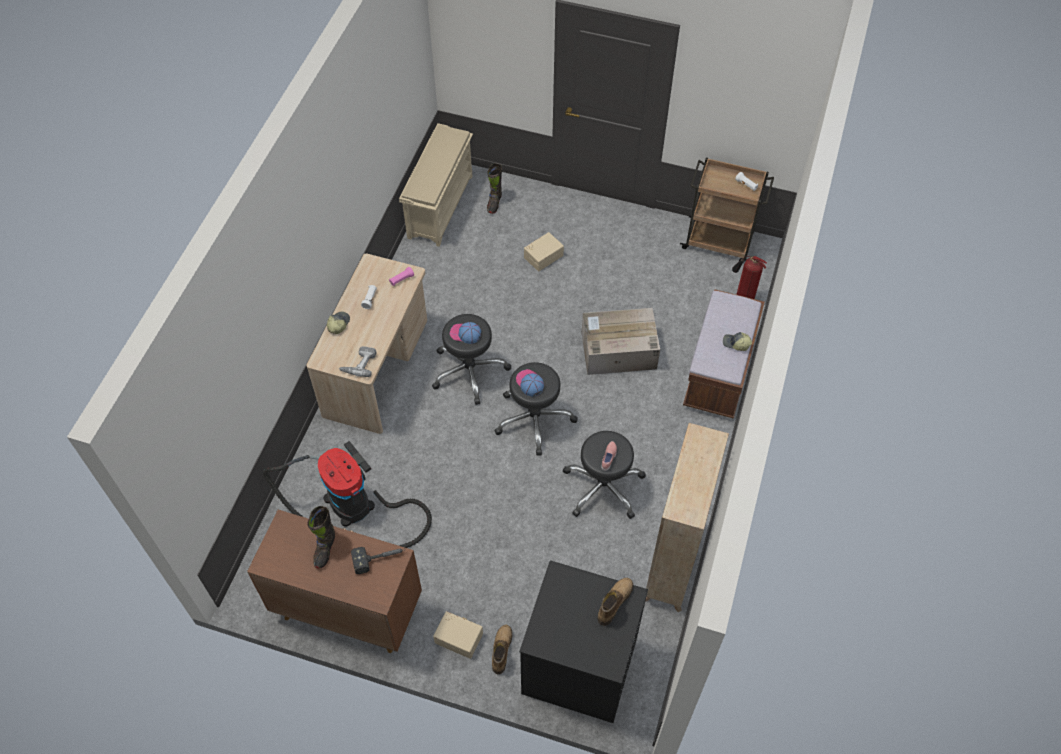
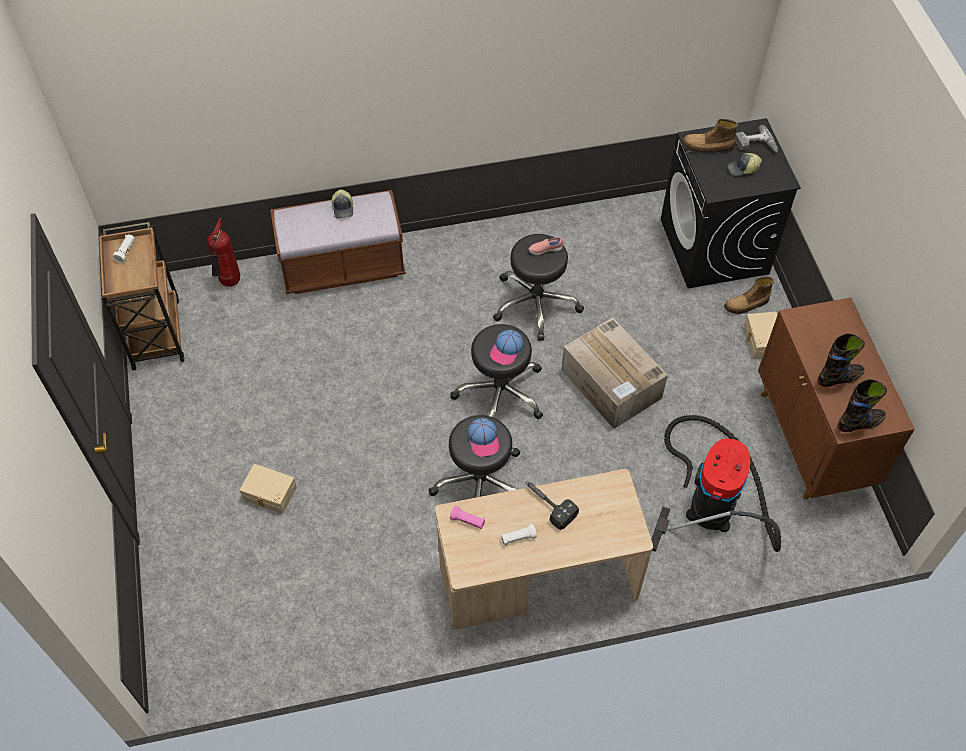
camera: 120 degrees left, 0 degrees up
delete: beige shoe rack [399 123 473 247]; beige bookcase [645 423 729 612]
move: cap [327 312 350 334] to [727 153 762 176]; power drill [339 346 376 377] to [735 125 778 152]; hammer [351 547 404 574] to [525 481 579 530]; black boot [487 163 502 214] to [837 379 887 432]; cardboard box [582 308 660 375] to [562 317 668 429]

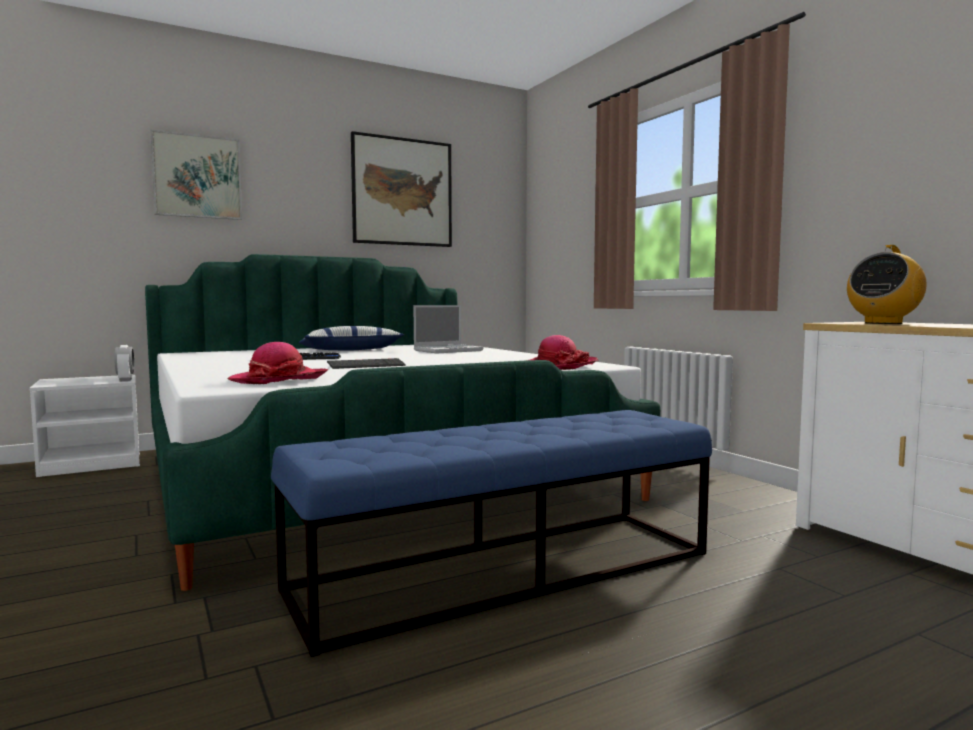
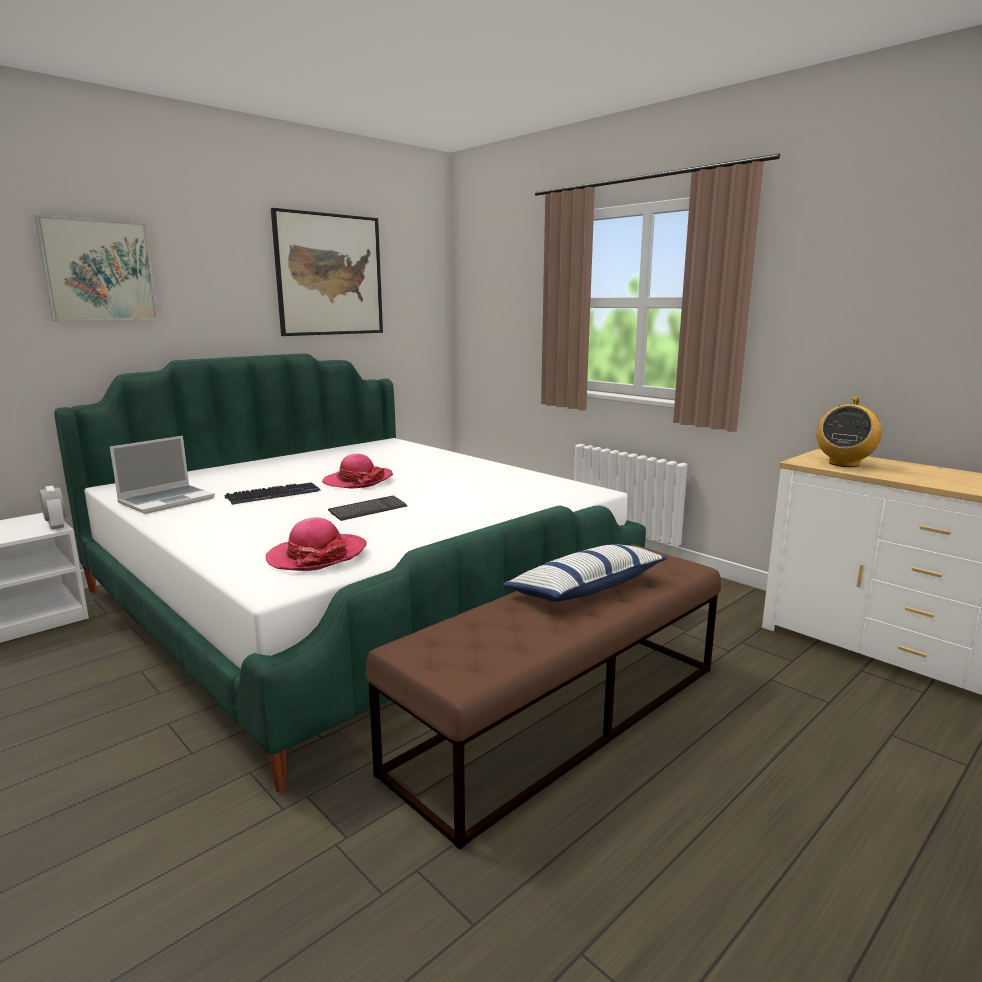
camera: 15 degrees left, 10 degrees up
move: pillow [299 326 404 351] to [502 544 668 602]; laptop [414 305 484 354] to [110 436 215 514]; hat [530 335 599 370] to [322 454 393 489]
recolor: blue bench [271 410 712 657] to brown bench [366 544 721 850]

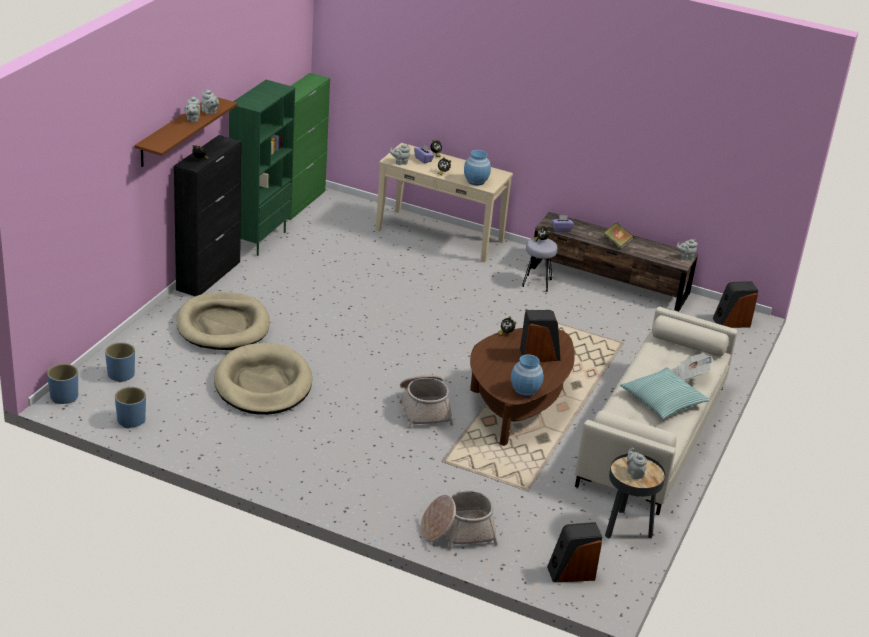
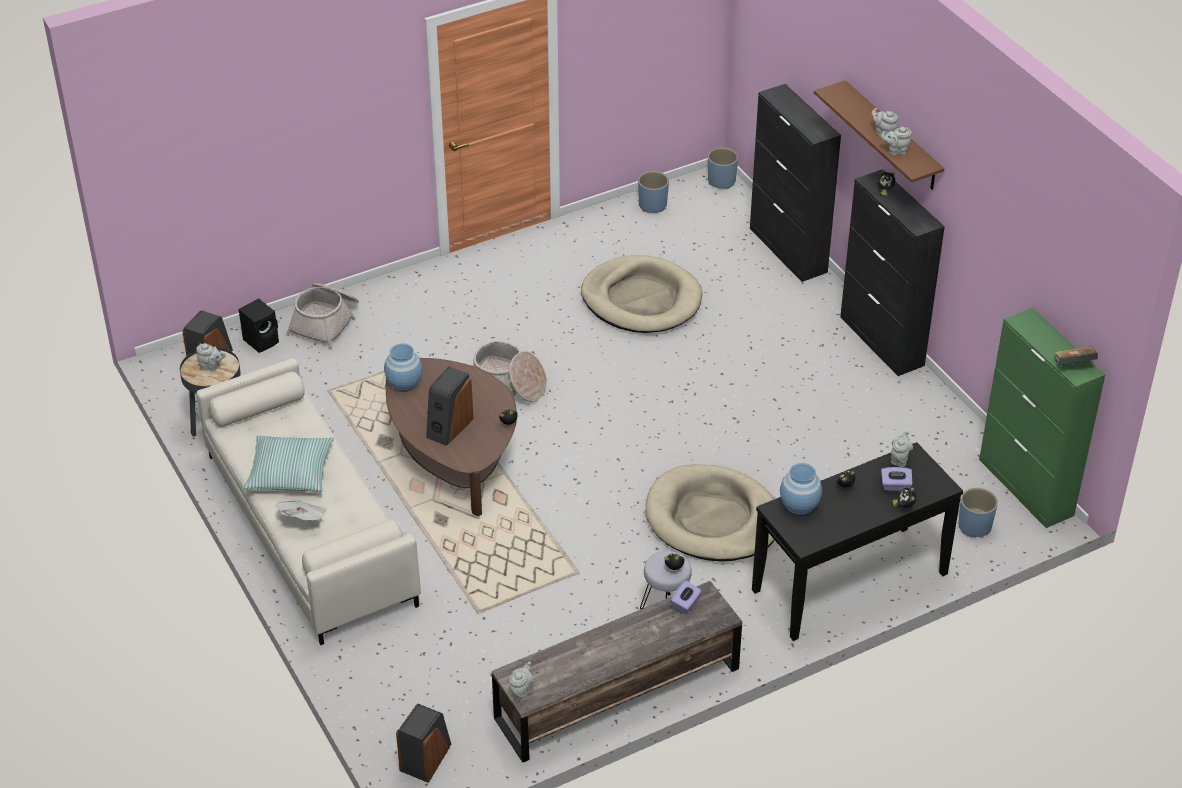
camera: 130 degrees right, 10 degrees up
delete: green bookcase [229 80 295 256]
insert: black speaker [239 298 279 353]; black cabinet [750 84 841 282]
move: blue planter [105 342 135 382] to [958 488 998 537]; beige dog bed [176 292 270 350] to [645 464 775 562]; book [604 222 634 250] to [1054 346 1098 365]
recolor: beige console table [376 143 513 262] to black console table [752 442 963 641]

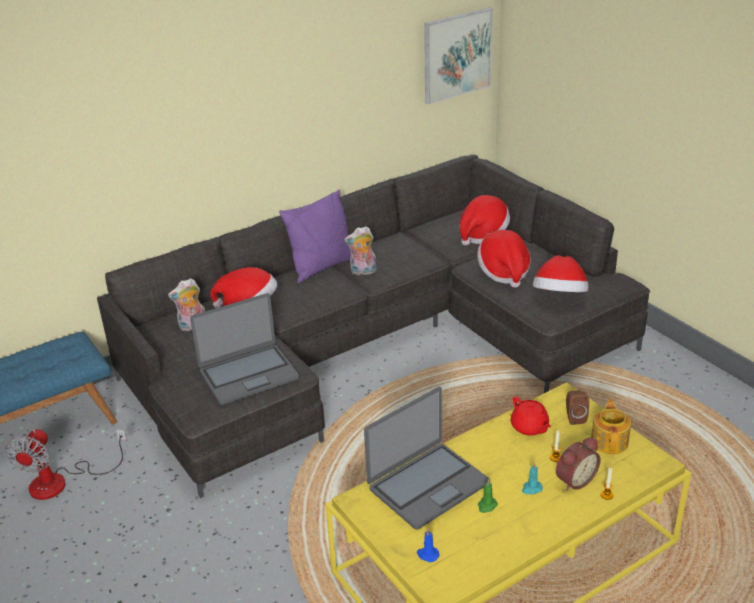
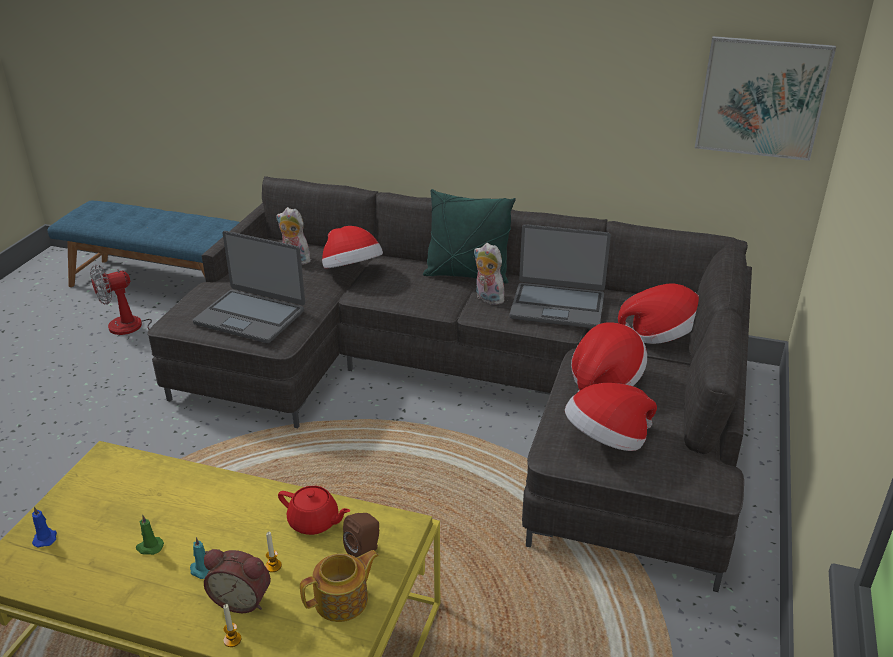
camera: 50 degrees right, 0 degrees up
move: laptop [364 387 490 530] to [509 224 611 328]
recolor: purple pillow [279 190 351 283] to green pillow [423 189 516 284]
rotate: red teapot [511 396 551 436] = [278 486 350 535] 90 degrees counterclockwise

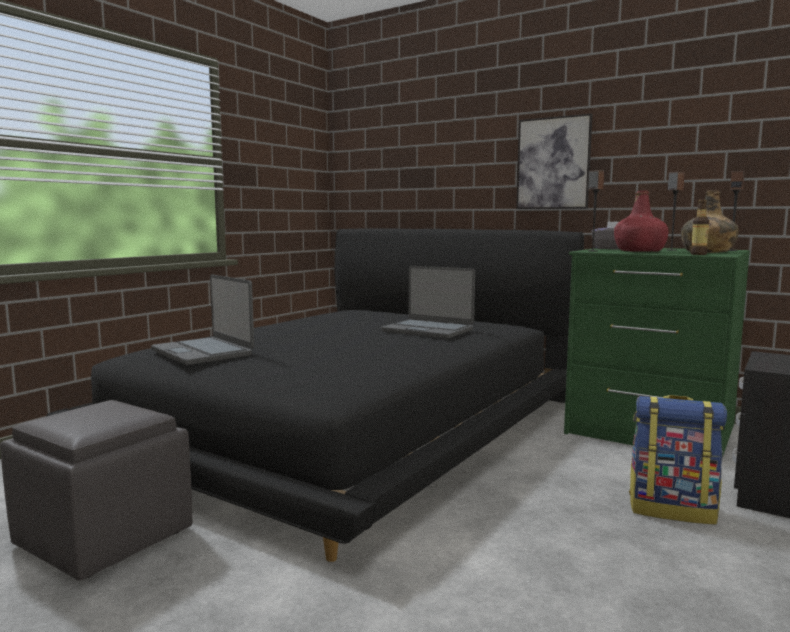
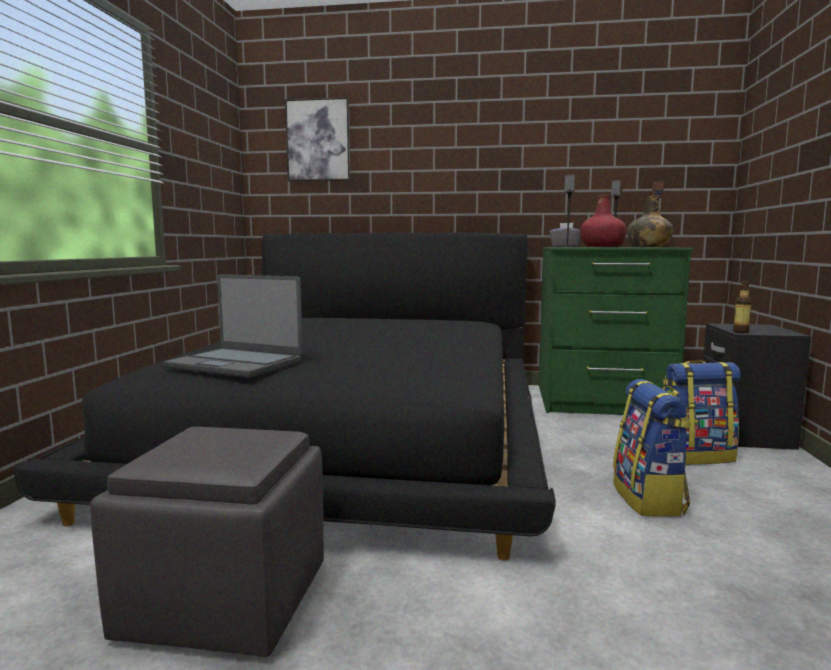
camera: 25 degrees left, 0 degrees up
delete: laptop [381 266 475 339]
insert: backpack [613 379 691 517]
move: picture [516 114 592 209] to [285 97 350 181]; bottle [690 200 709 255] to [733 281 752 333]

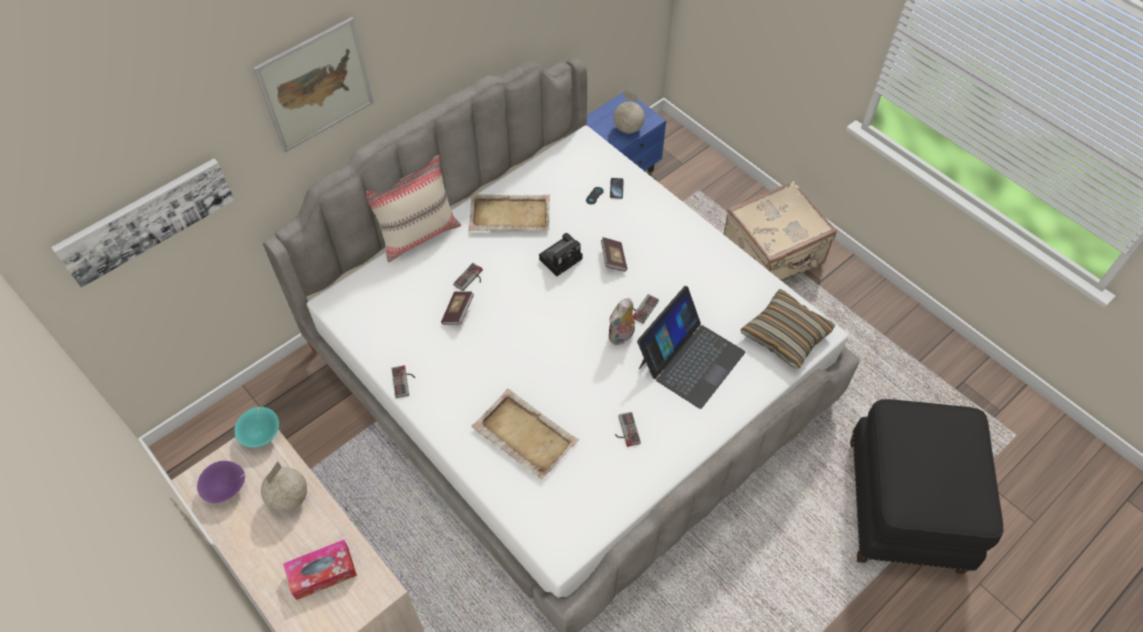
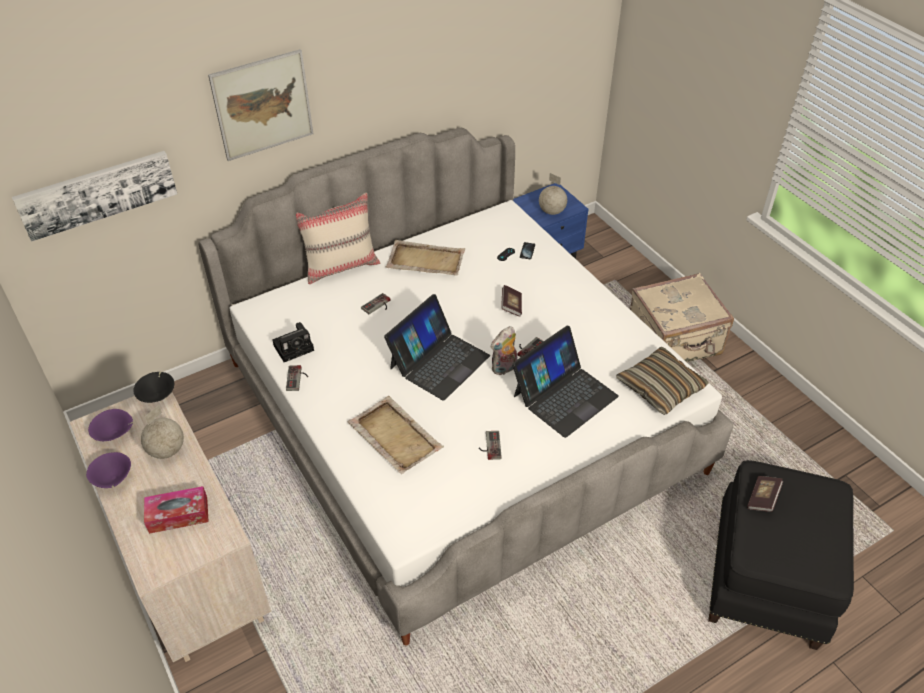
camera: 10 degrees right, 10 degrees down
insert: purple bowl [86 452 131 488]; laptop [384 294 490 401]
move: book [441 291 474 325] to [747 476 783 512]; photo camera [539 233 582 276] to [273 322 314 362]
recolor: turquoise bowl [234 407 279 447] to black bowl [133 372 174 403]

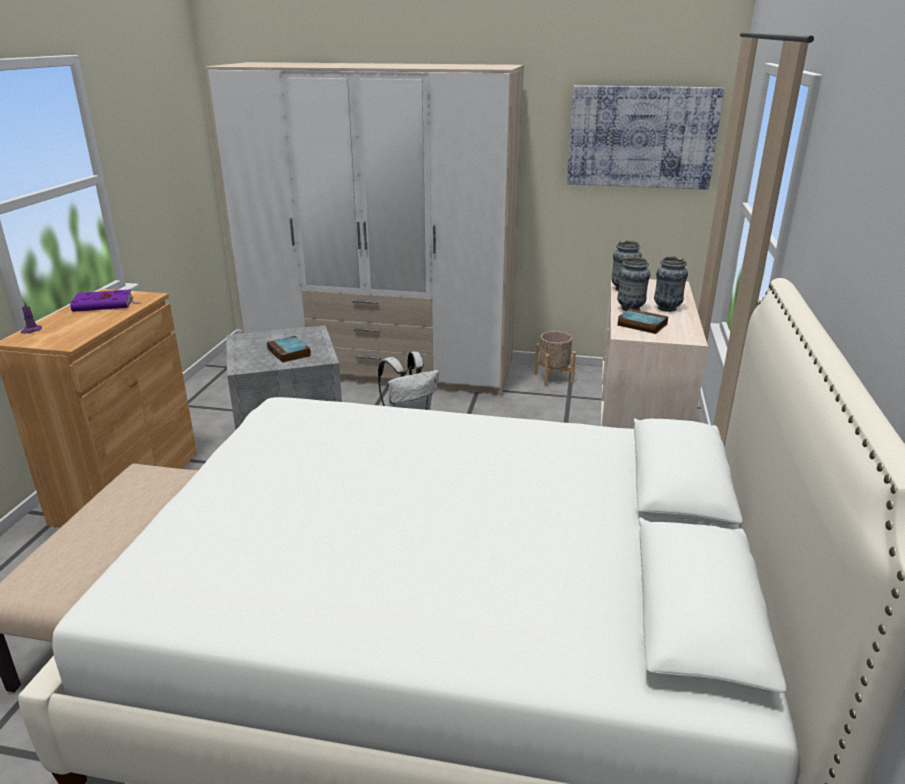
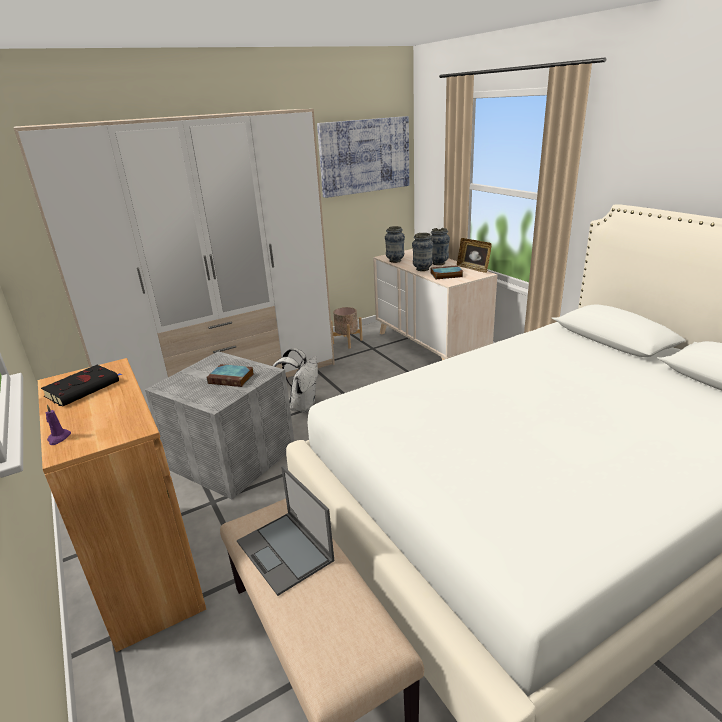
camera: 40 degrees left, 0 degrees up
insert: laptop [237 466 334 596]; picture frame [457 238 492 273]
recolor: purple book [70 289 140 312] to black book [41 365 122 407]

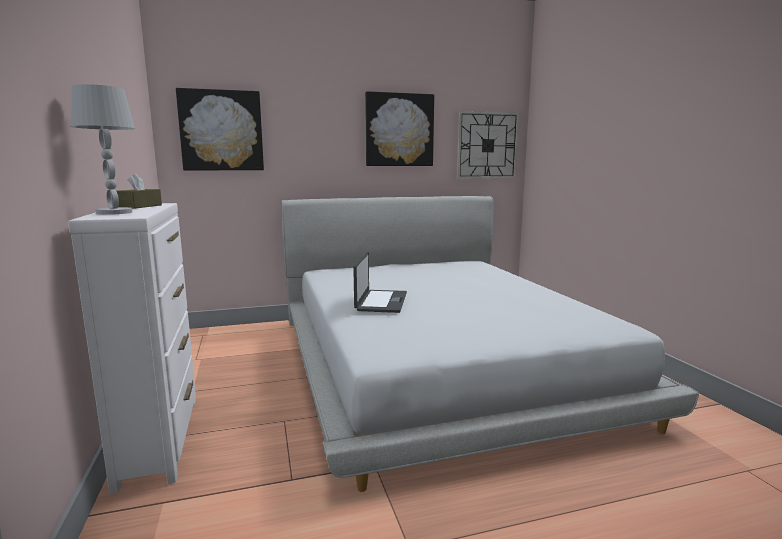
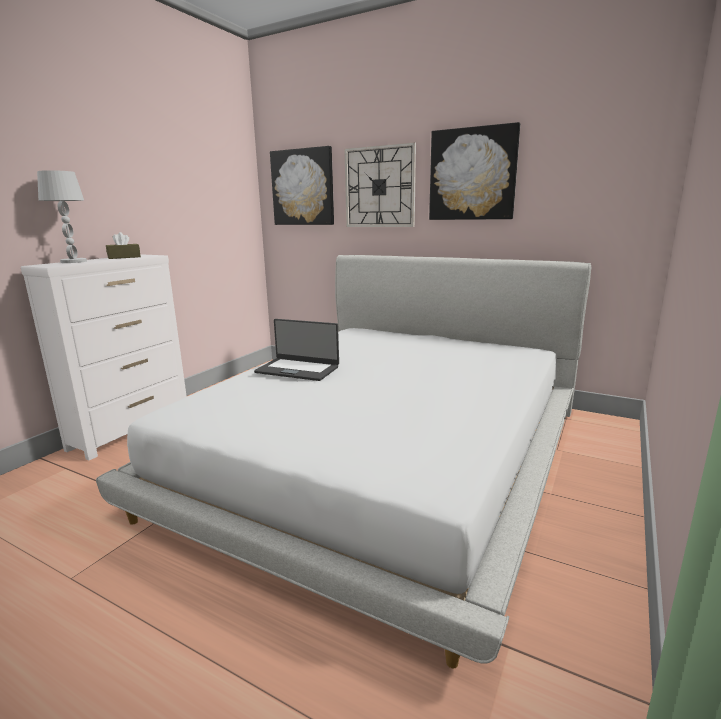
camera: 45 degrees right, 5 degrees up
move: wall clock [457 111 519 179] to [344 142 416 227]
rotate: laptop [353 253 407 313] = [254 319 339 381] 60 degrees clockwise

